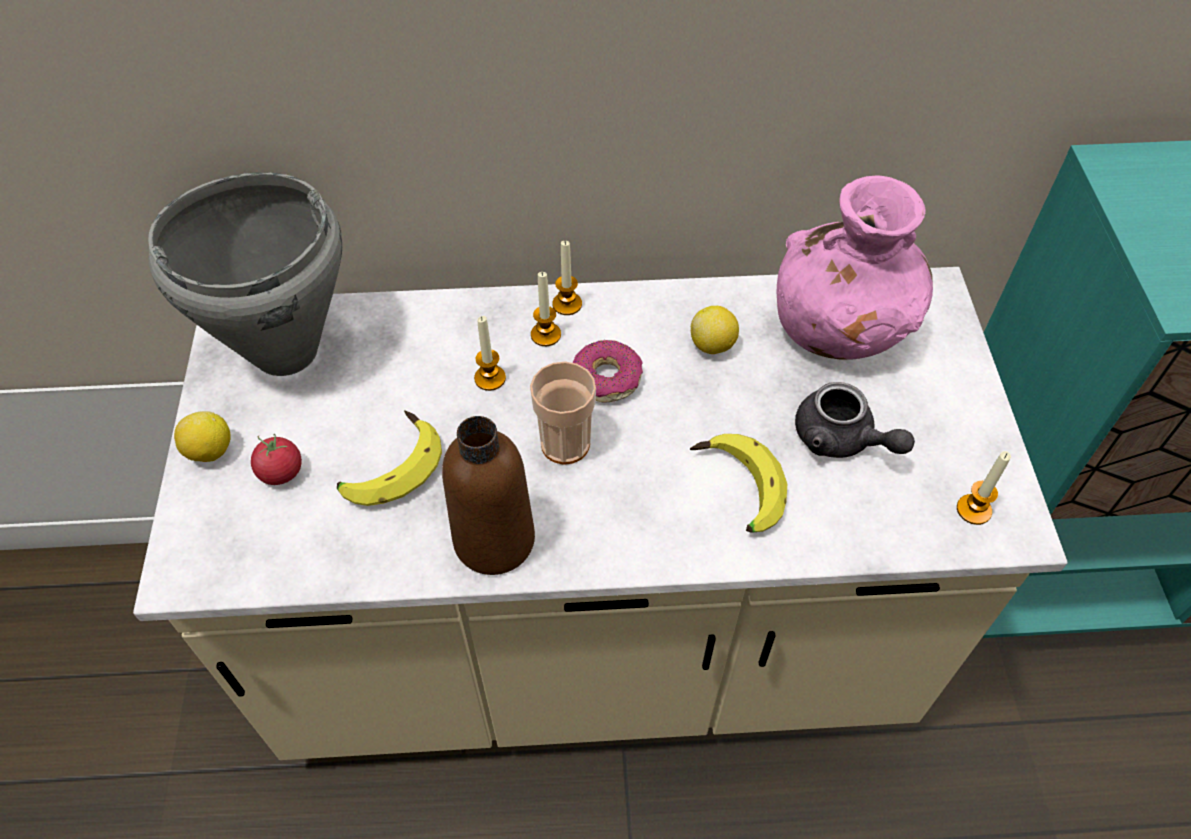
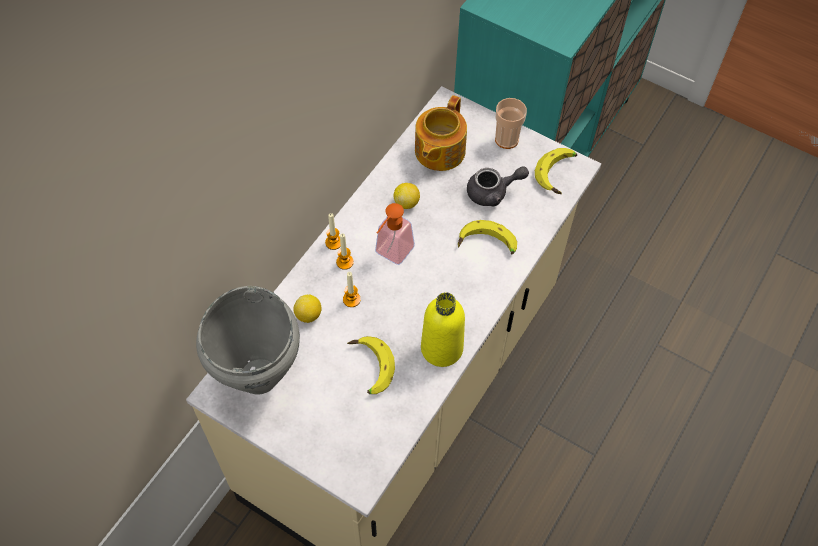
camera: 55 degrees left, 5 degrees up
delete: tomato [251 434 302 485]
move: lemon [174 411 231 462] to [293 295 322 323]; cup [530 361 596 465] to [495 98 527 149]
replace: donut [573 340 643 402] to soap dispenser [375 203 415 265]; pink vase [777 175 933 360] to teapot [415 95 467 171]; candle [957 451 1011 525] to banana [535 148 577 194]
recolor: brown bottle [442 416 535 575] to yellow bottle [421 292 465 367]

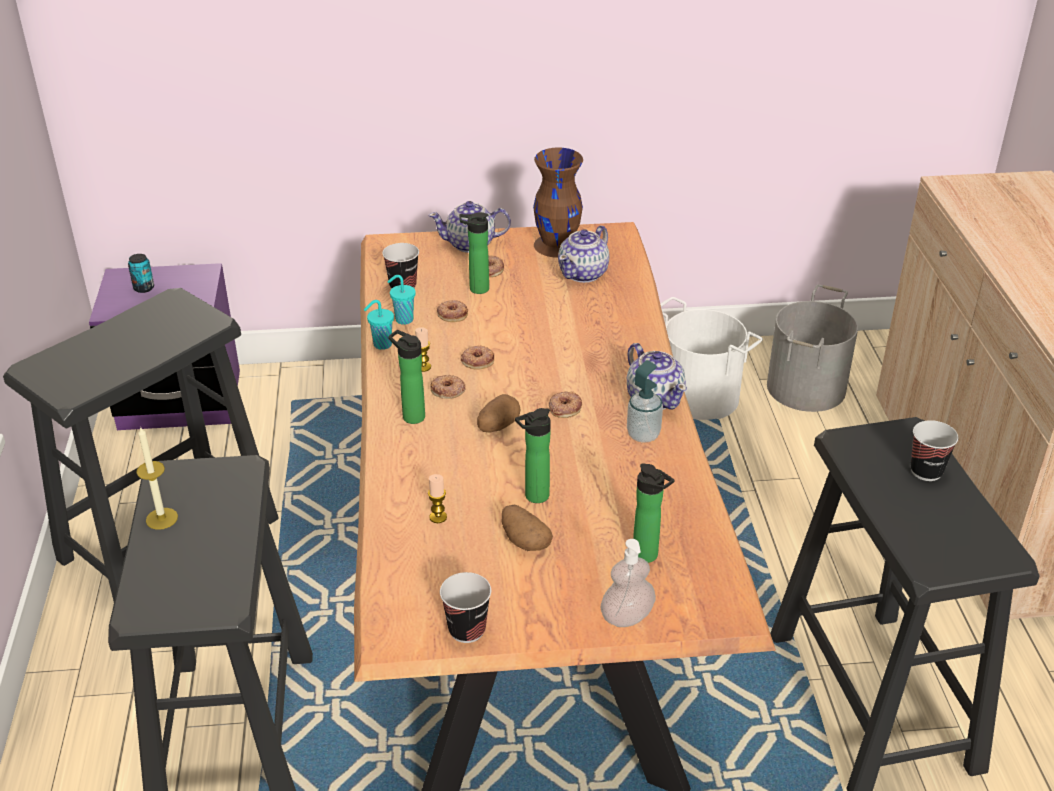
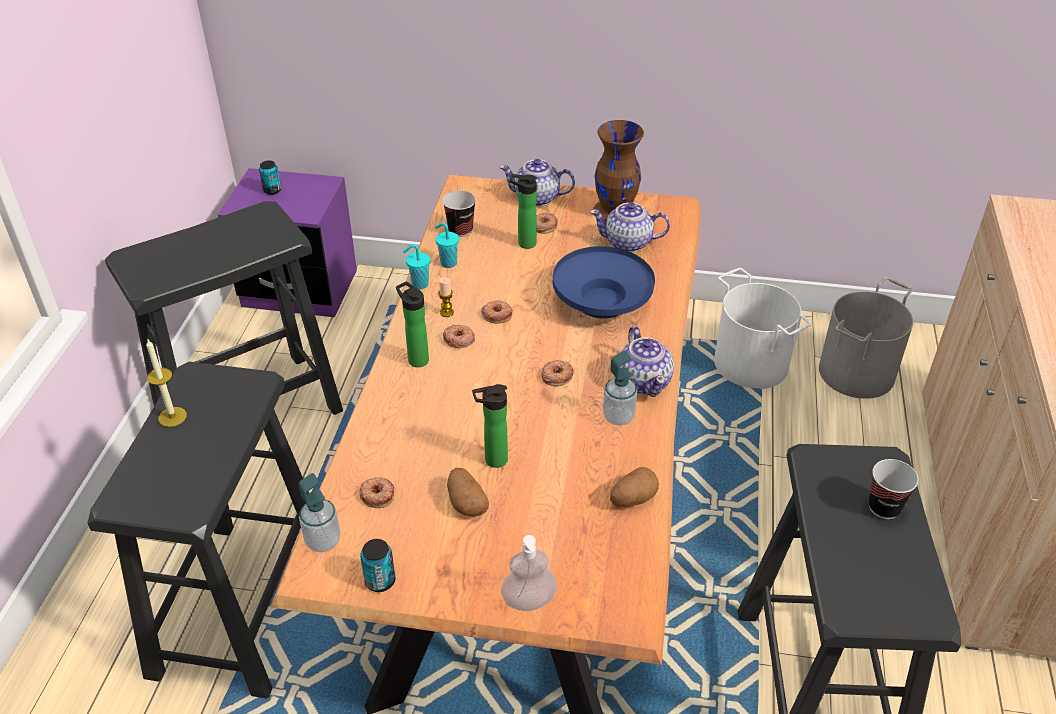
camera: 15 degrees right, 5 degrees up
delete: candle [428 474 447 523]; bottle [633 463 674 563]
insert: soap dispenser [298 473 341 552]; blue bowl [553 246 655 319]
move: donut [437 300 468 322] to [359 477 394 508]; potato [477 394 521 432] to [610 467 659 507]
replace: cup [440 572 491 643] to can [360 539 395 592]
rotate: teapot [558 225 609 283] = [590 202 670 252] 45 degrees clockwise

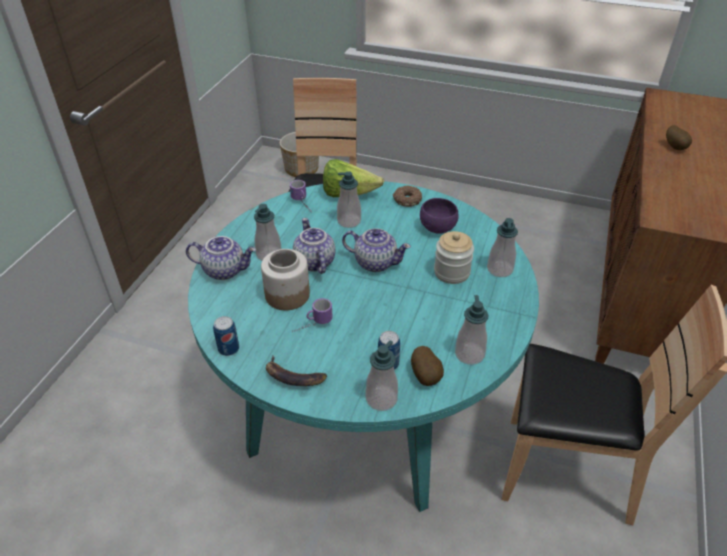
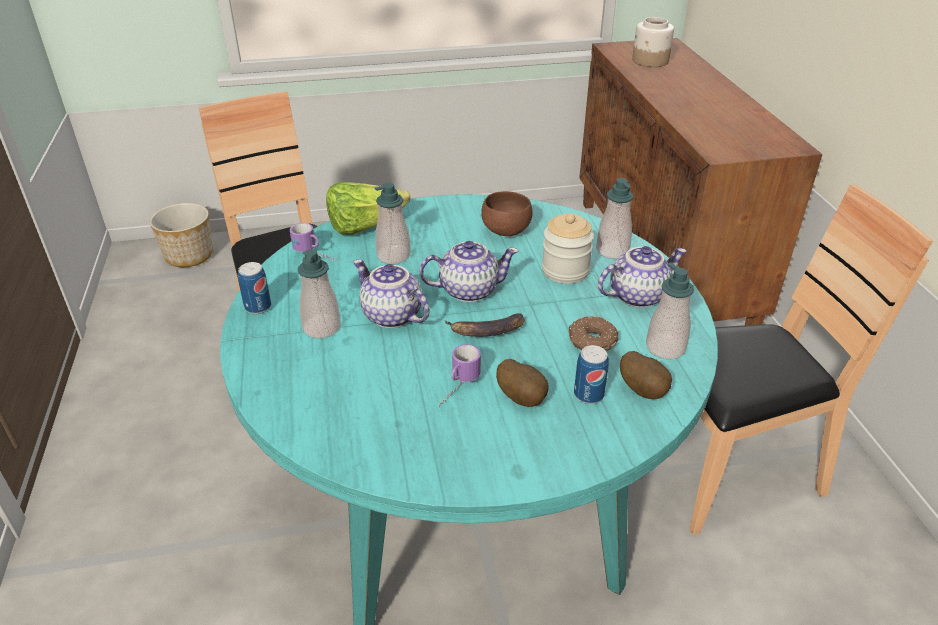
camera: 30 degrees left, 5 degrees down
delete: soap dispenser [366 340 398 411]
move: teapot [186 236 256 280] to [598 246 687 308]; can [213 316 239 356] to [238 262 271 314]; jar [261 249 310 310] to [632 17 674 67]; banana [266 356 327 386] to [445 313 525 337]; donut [393 185 422 207] to [569 316 618 351]; potato [666 125 692 150] to [496 359 548 407]
recolor: purple bowl [420 198 459 234] to brown bowl [481 191 533 236]

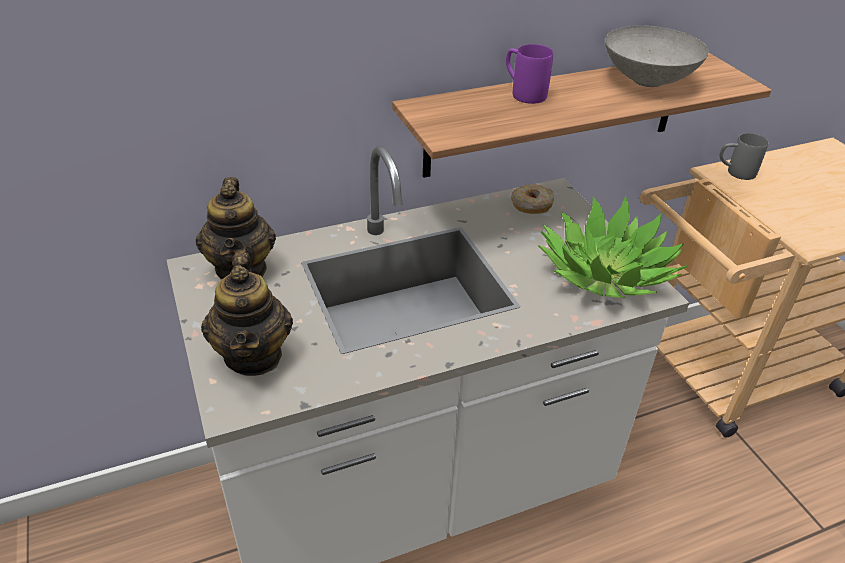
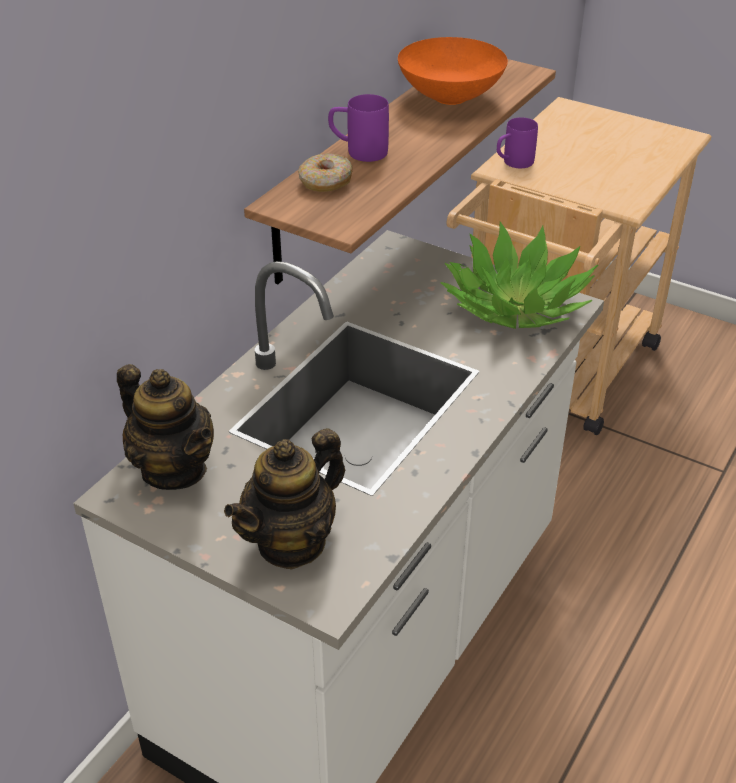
camera: 35 degrees left, 0 degrees up
move: donut [511 184 554 214] to [298 154 353 192]
recolor: grey bowl [605 26 709 87] to orange bowl [398 37 508 105]; grey mug [719 133 769 180] to purple mug [497 117 538 168]
rotate: teapot [201 252 293 376] = [224 428 345 569] 90 degrees clockwise

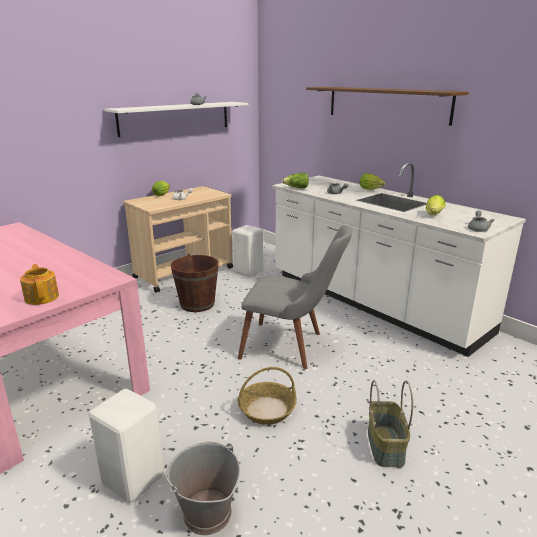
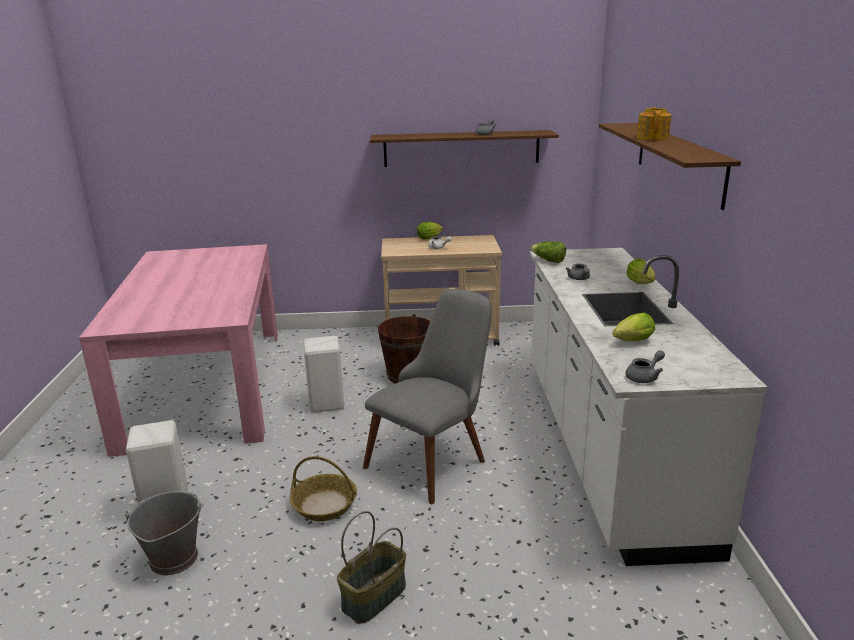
camera: 40 degrees right, 0 degrees up
move: teapot [20 264 59 305] to [637 107 672 140]; white stool [232 225 263 277] to [304 336 344 413]
recolor: white shelf [104 102 248 137] to brown shelf [370 130 559 167]
rotate: grey chair [238 225 352 369] = [363 289 492 504] 105 degrees counterclockwise

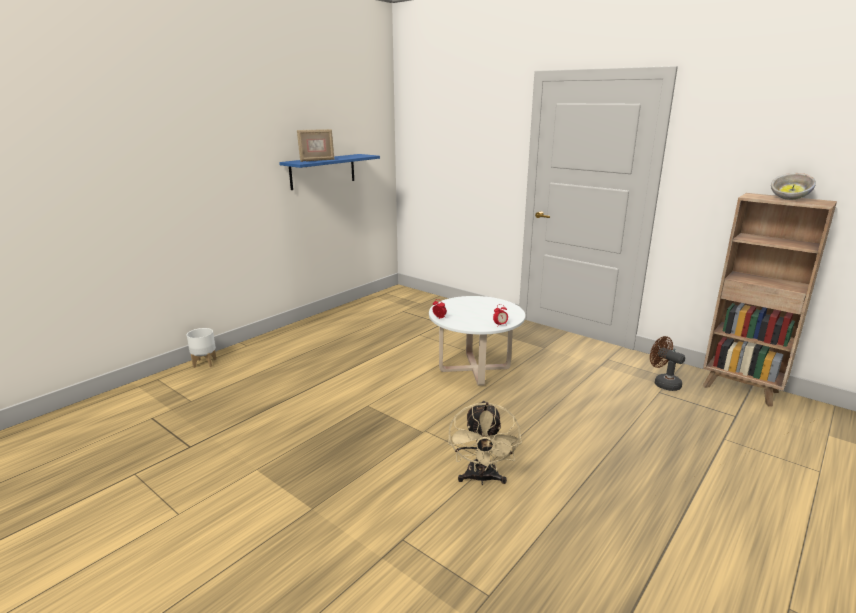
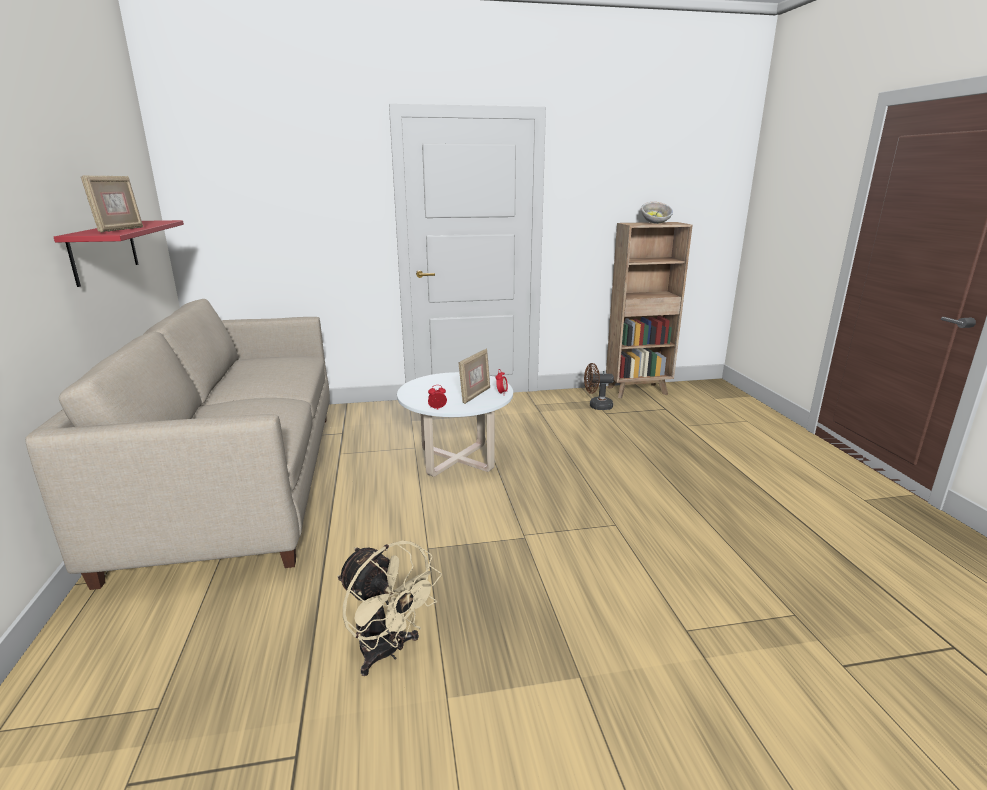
camera: 50 degrees left, 0 degrees up
delete: white planter [187 328 216 368]
insert: beige sofa [25 299 330 590]; picture frame [458 349 490 404]
move: beige fan [449 400 522 485] to [337 541 442 676]
recolor: blue shelf [279 154 380 190] to red shelf [54 220 184 287]

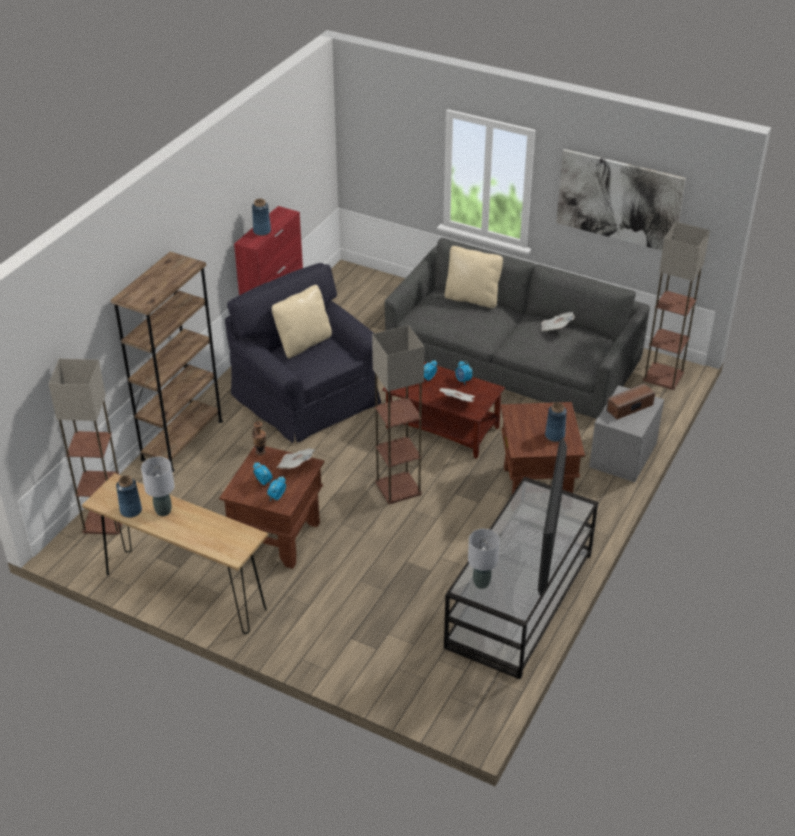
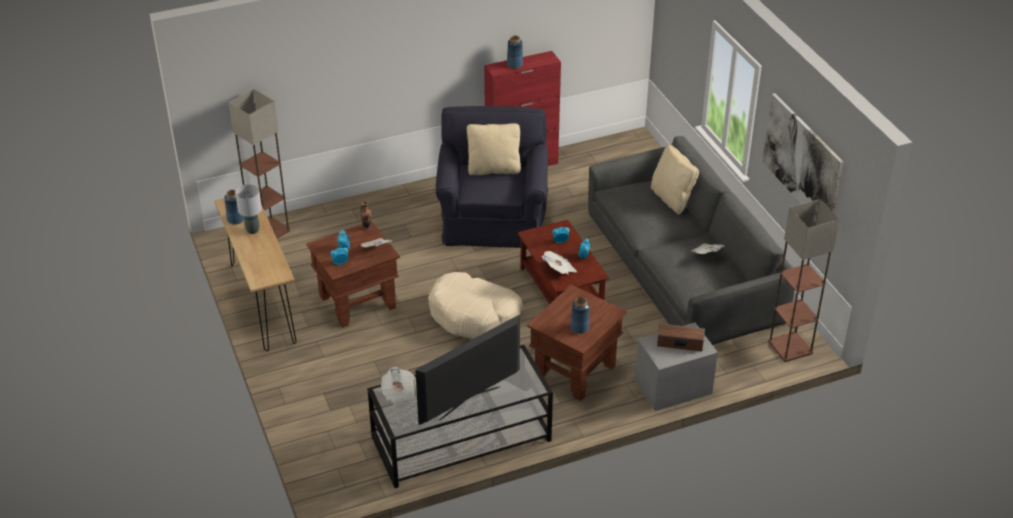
camera: 40 degrees right, 0 degrees up
delete: brown bookcase [111 252 223 472]
replace: floor lamp [372 325 424 504] to beige dog bed [428 272 523 339]; grey table lamp [468 529 500 589] to newspaper [381 367 417 410]

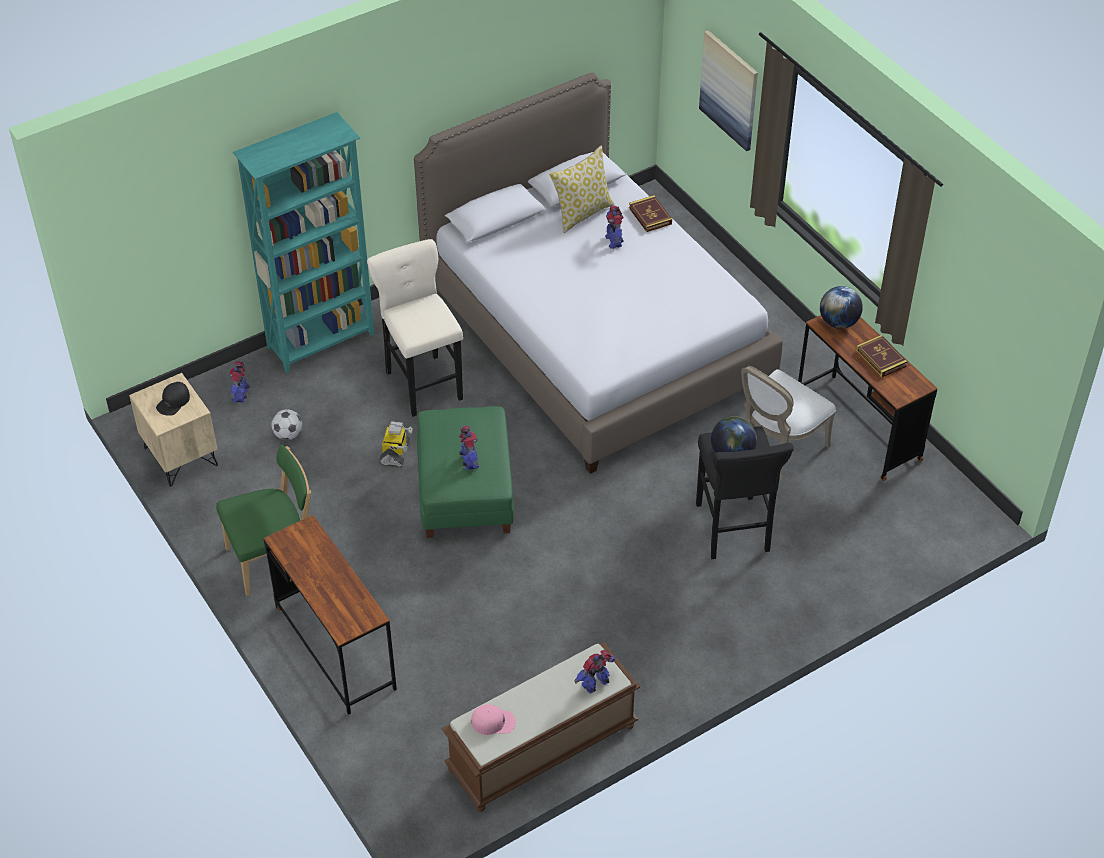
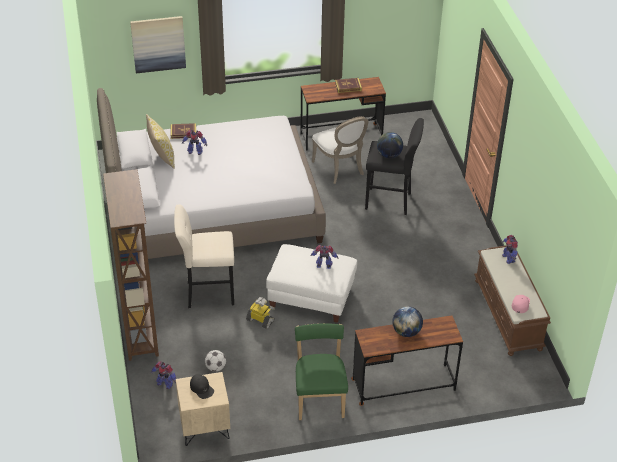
camera: 70 degrees left, 5 degrees down
move: globe [820 286 863 329] to [392 306 423 337]
recolor: turquoise bookcase [233 112 375 373] to brown bookcase [103 169 159 361]; green ottoman [417 406 514 538] to white ottoman [266 244 357 323]

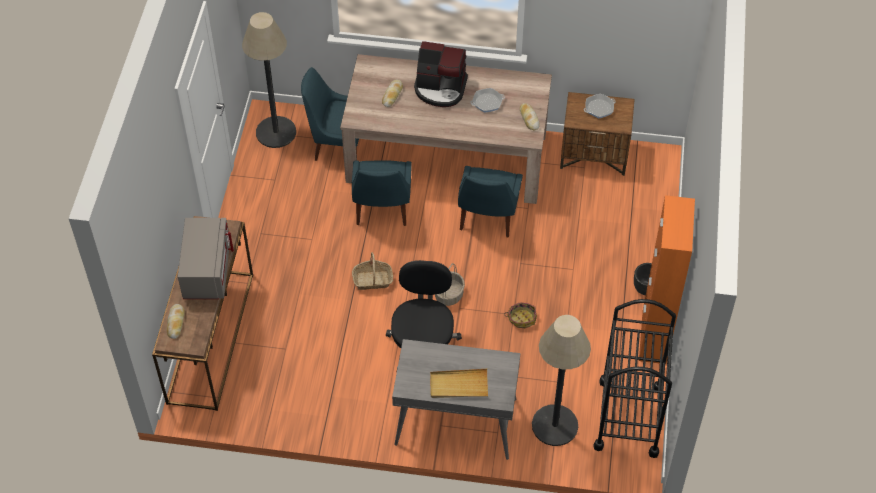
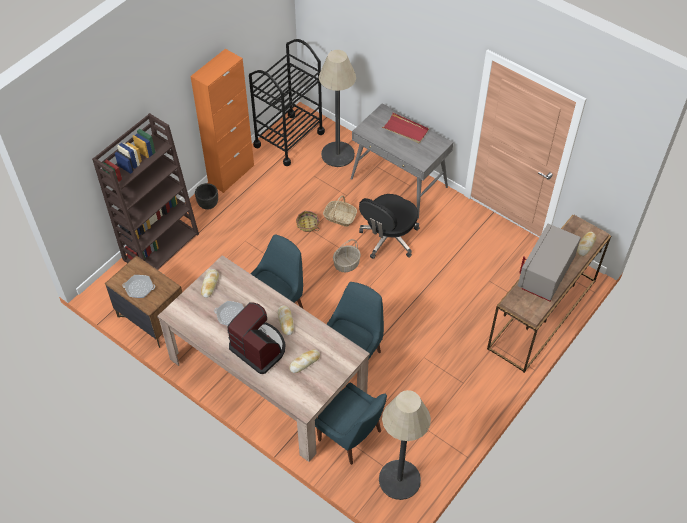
camera: 150 degrees left, 0 degrees up
insert: brown bookcase [92 113 199 270]; bread [278 305 294 335]
move: basket [352 252 393 290] to [323 196 357 227]
recolor: beige tray [430 369 488 398] to red tray [382 113 429 143]

